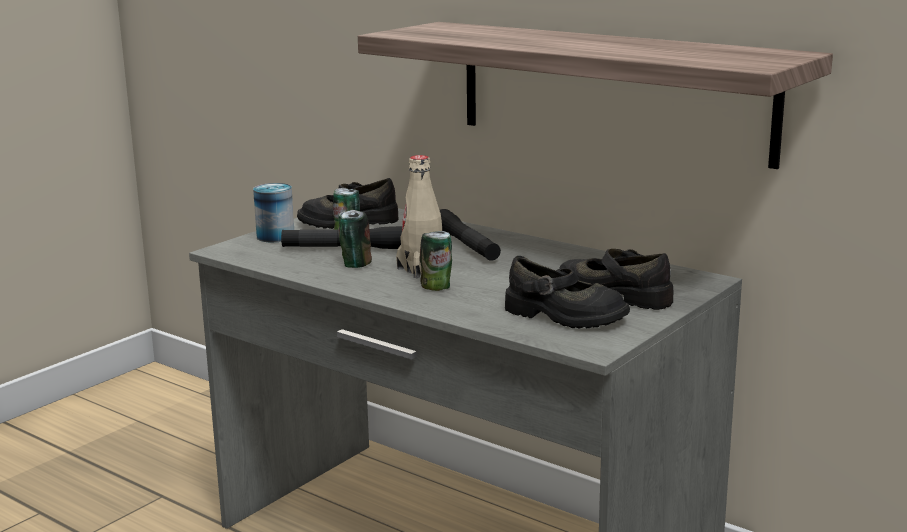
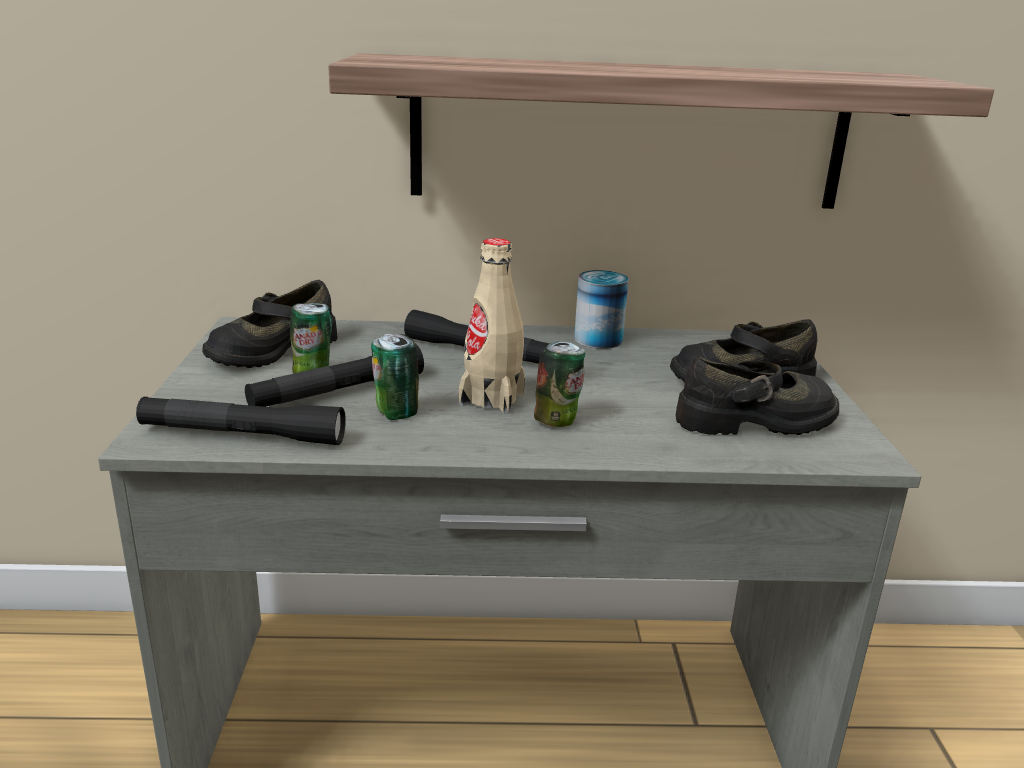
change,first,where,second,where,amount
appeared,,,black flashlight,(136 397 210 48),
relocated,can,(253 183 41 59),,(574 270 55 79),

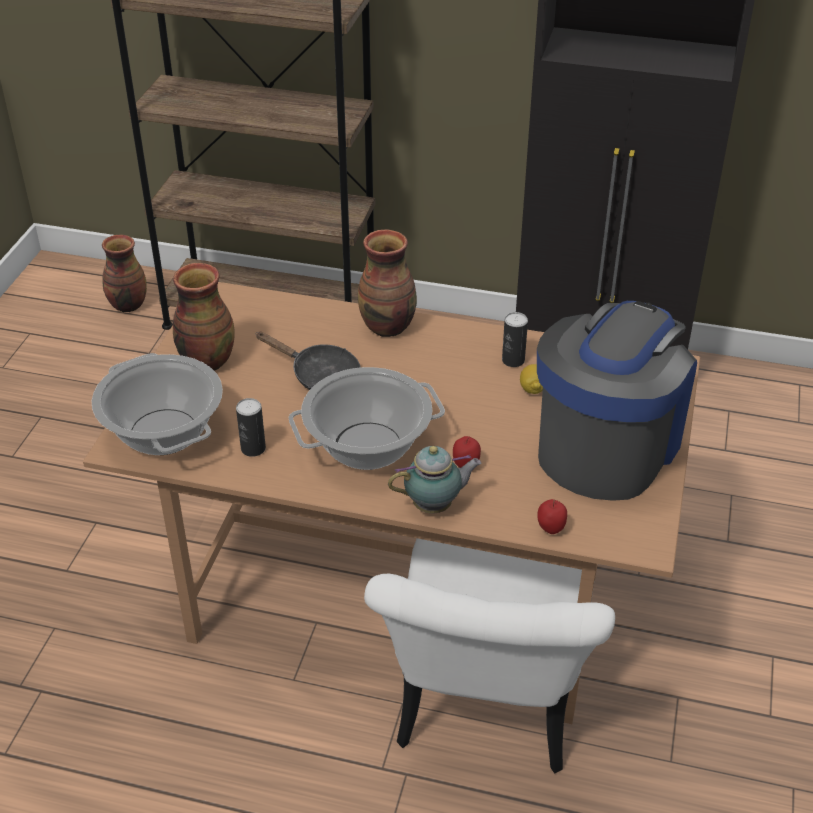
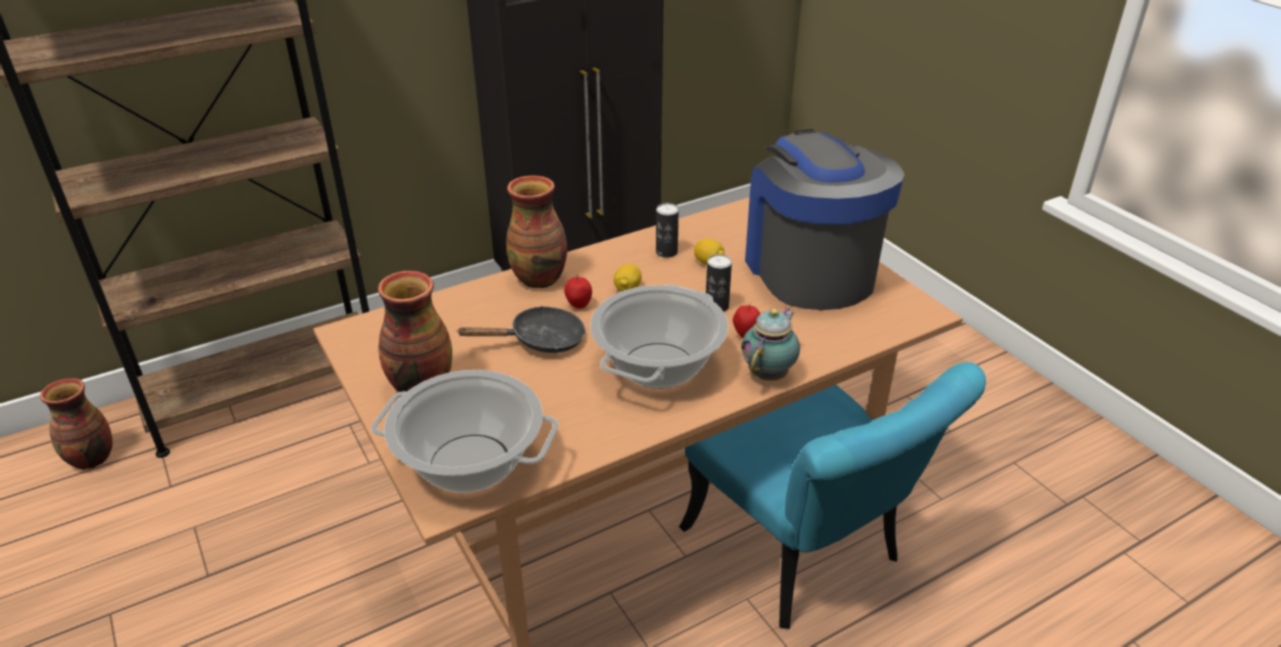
change,first,where,second,where,amount
appeared,,,lemon,(613 264 29 27),
relocated,can,(236 398 30 59),,(706 254 26 58),
relocated,apple,(537 499 30 35),,(564 275 28 34),
colour,white chair,(364 538 251 235),turquoise chair,(679 362 307 267),

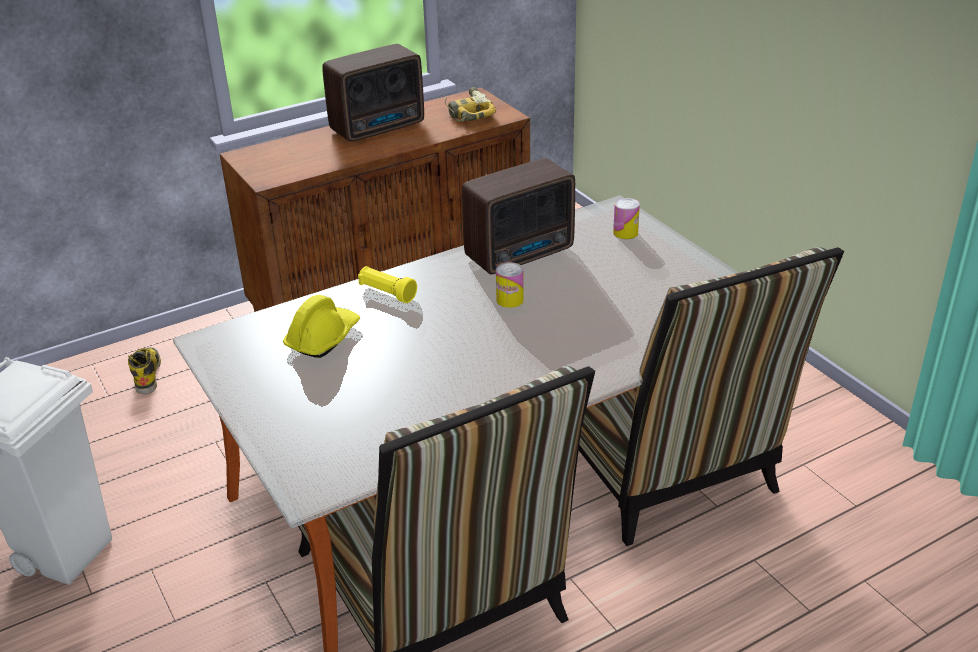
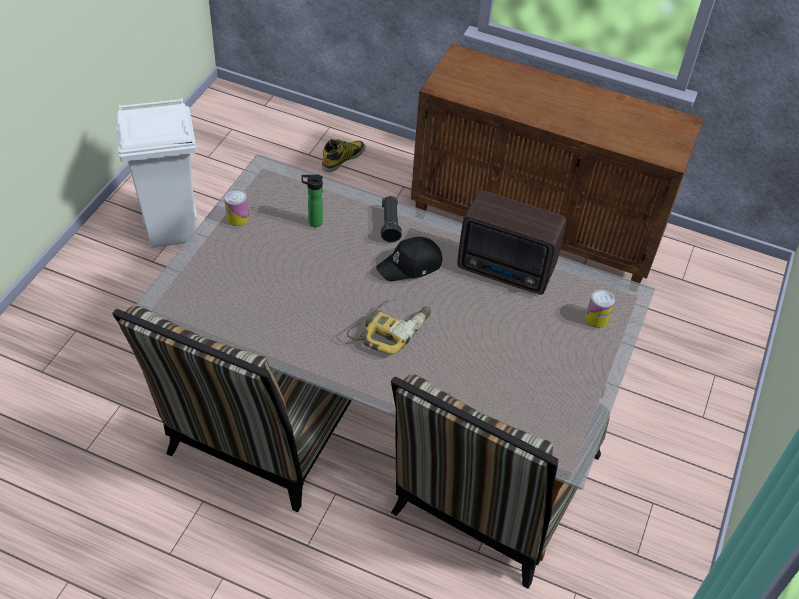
change,first,where,second,where,amount
missing,radio,(322 44 102 98),,,
appeared,,,black cap,(376 237 66 44),
relocated,power drill,(445 87 51 35),,(347 299 84 55),
relocated,can,(496 262 28 46),,(224 189 25 37),
exchanged,yellow hard hat,(283 295 77 63),bottle,(302 174 21 53),
colour,yellow flashlight,(358 266 59 37),black flashlight,(381 196 21 46),

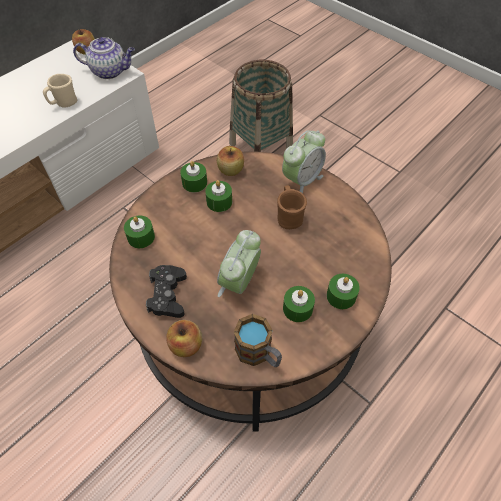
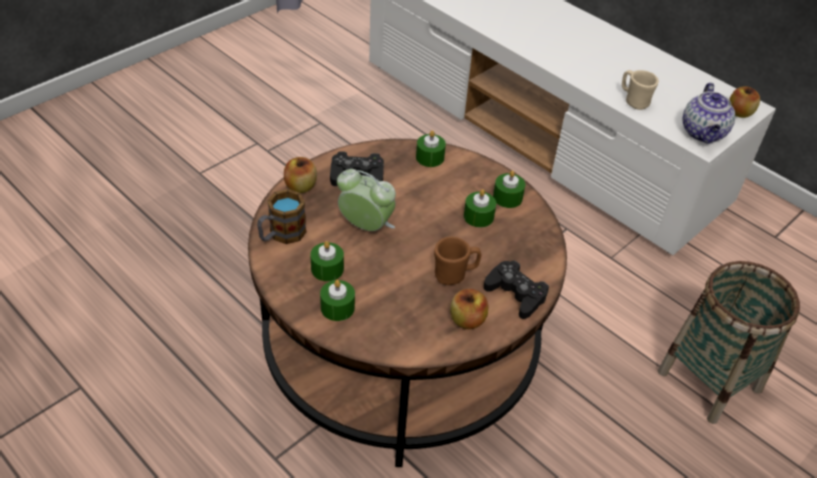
change,first,where,second,where,amount
relocated,apple,(217 146 27 30),,(450 289 38 40),
exchanged,alarm clock,(282 130 44 64),black game controller,(484 261 65 58),

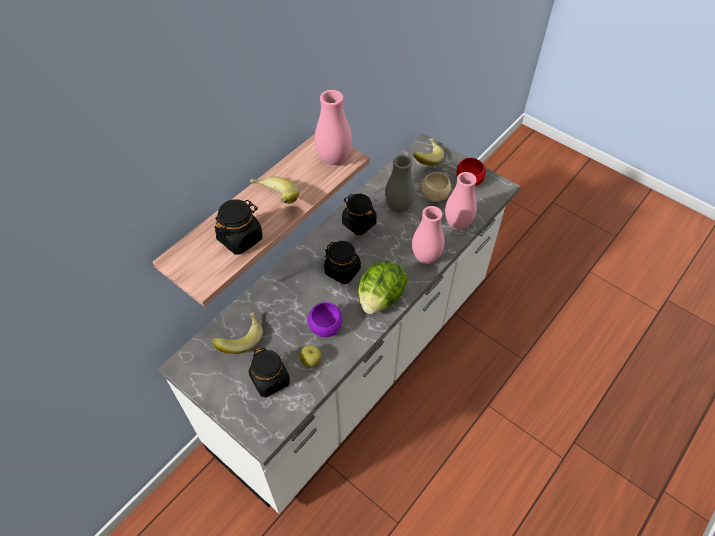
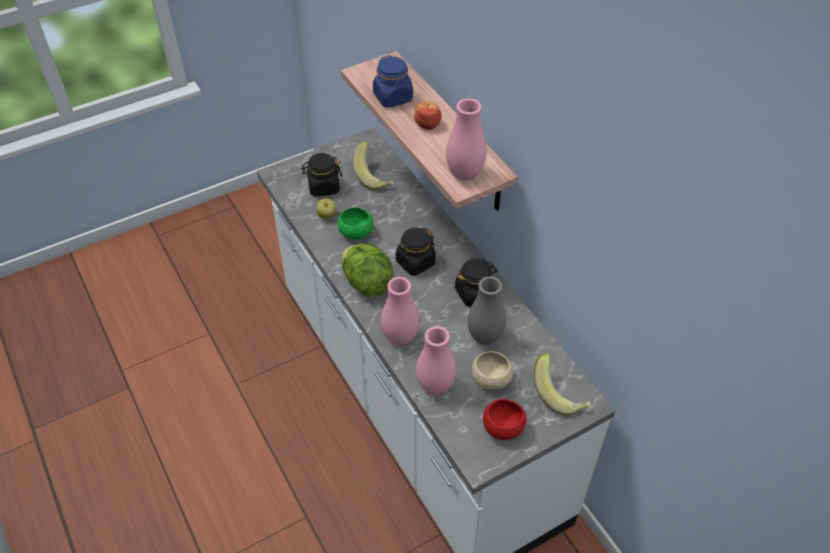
change,first,where,second,where,amount
exchanged,banana,(250 176 49 28),apple,(414 101 28 29),
colour,black jar,(215 200 48 55),blue jar,(373 55 40 53),
colour,purple bowl,(308 302 34 35),green bowl,(338 207 35 33),

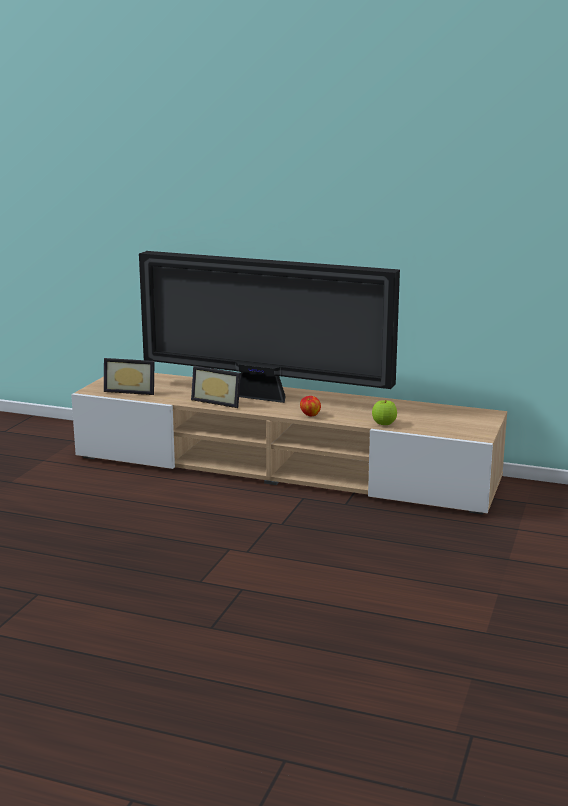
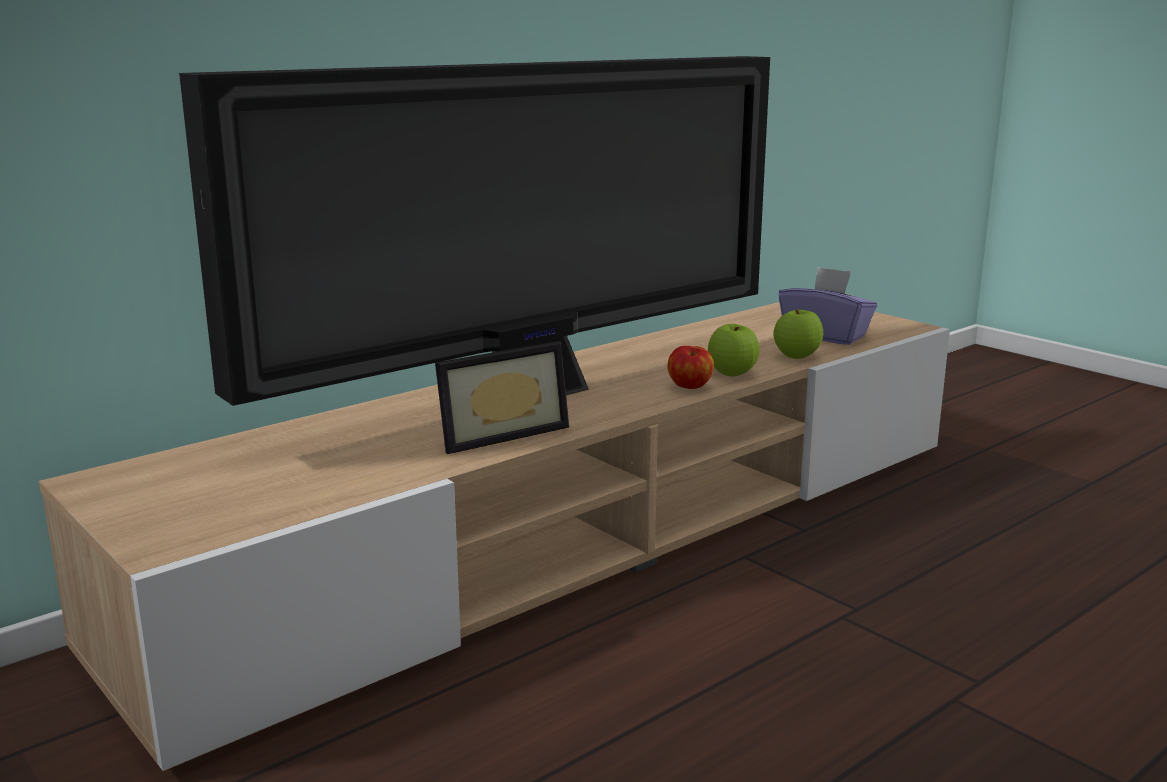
change,first,where,second,where,amount
missing,picture frame,(104 358 51 37),,,
appeared,,,apple,(708 324 52 52),
appeared,,,purple tissue box,(778 267 99 78),

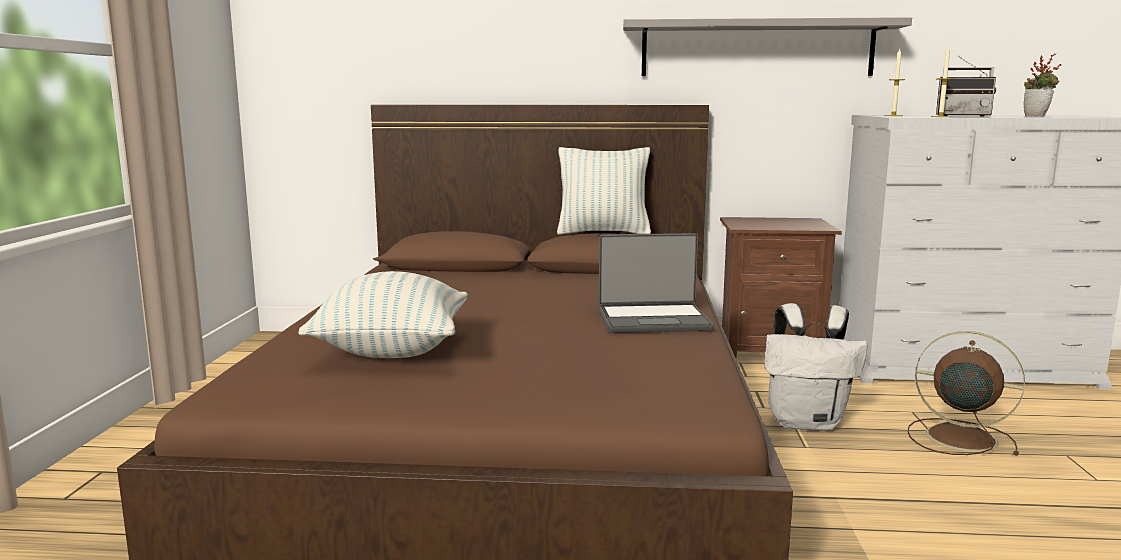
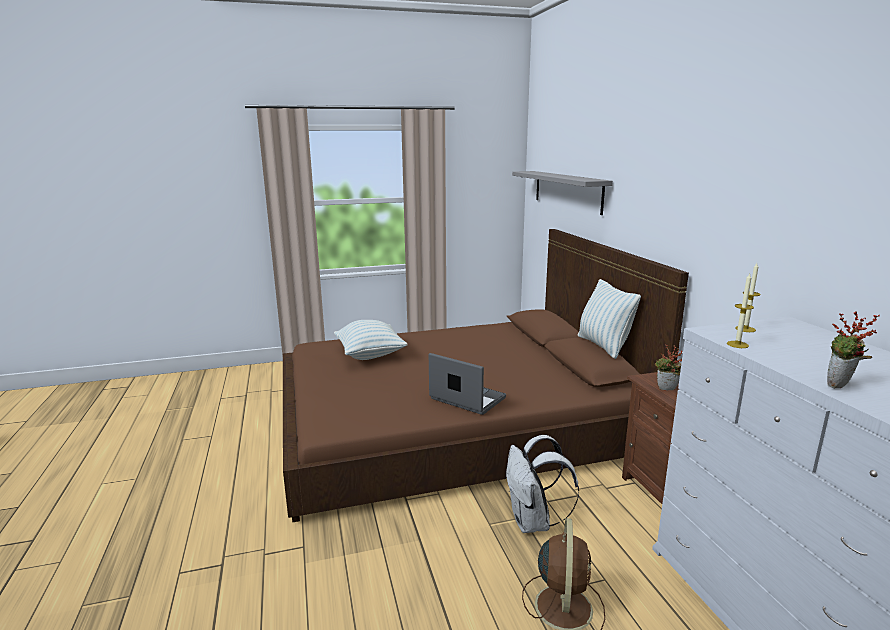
change,first,where,second,where,amount
missing,radio,(936 55 60 62),,,
appeared,,,potted plant,(655 344 27 46),
relocated,grey shelf,(623 17 289 59),,(512 171 101 44),
spun,laptop,(599 233 115 100),,(429 353 77 62),150 degrees clockwise

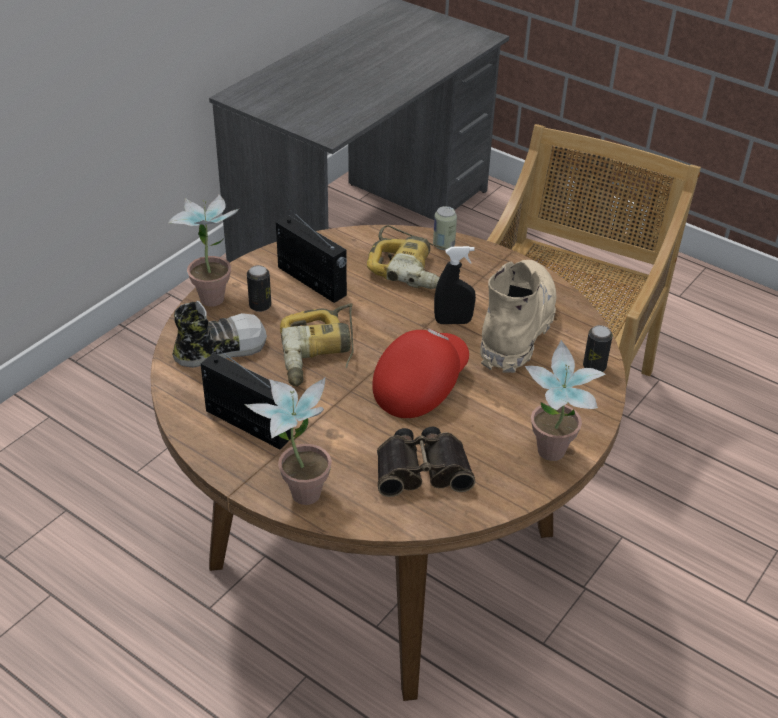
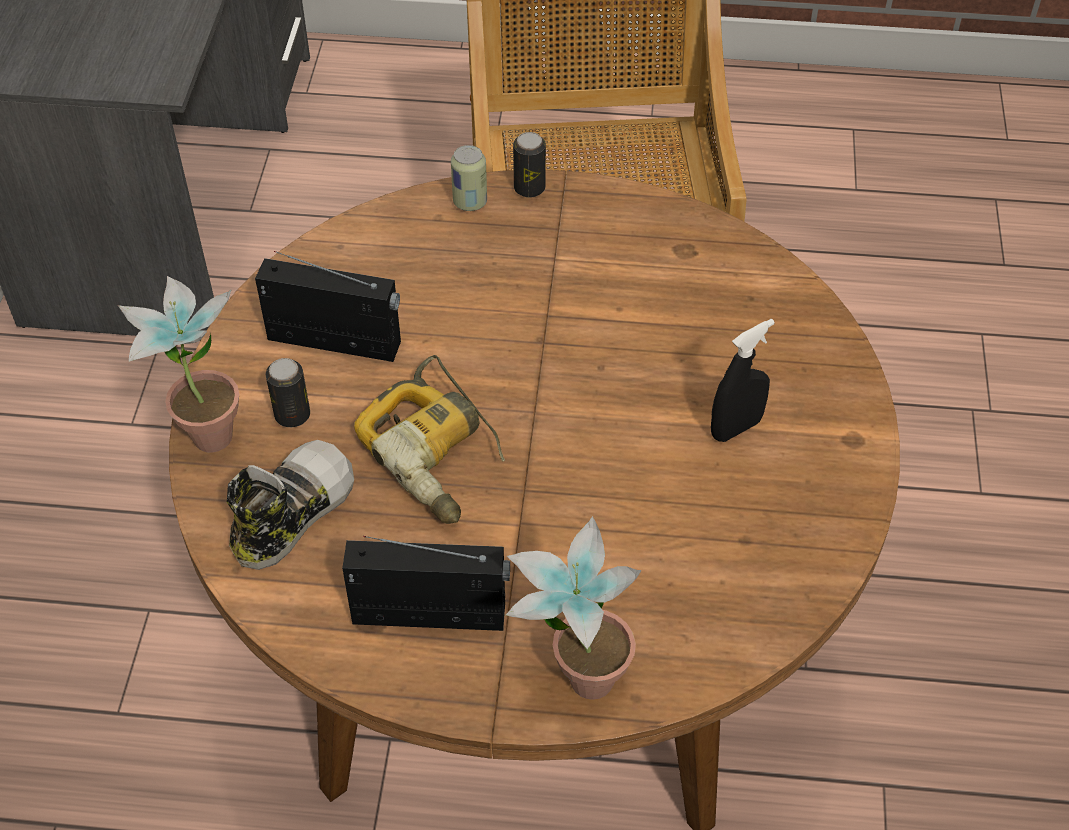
change,first,where,second,where,amount
missing,power drill,(367 225 80 64),,,
missing,red cap,(372 328 97 90),,,
missing,binoculars,(377 427 98 70),,,
missing,beige boot,(480 260 76 113),,,
missing,potted plant,(525 340 81 121),,,
relocated,black spray bottle,(434 246 42 78),,(711 319 64 123),
relocated,can,(583 325 30 47),,(513 132 33 66),

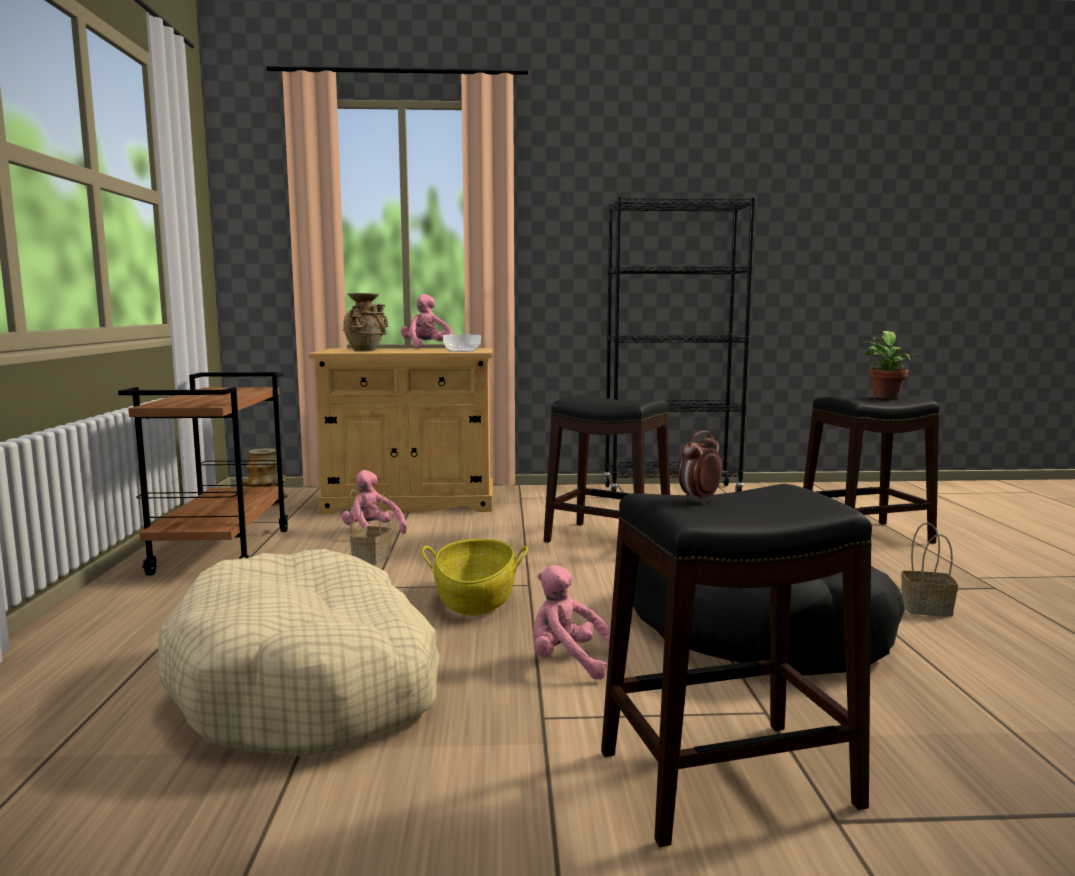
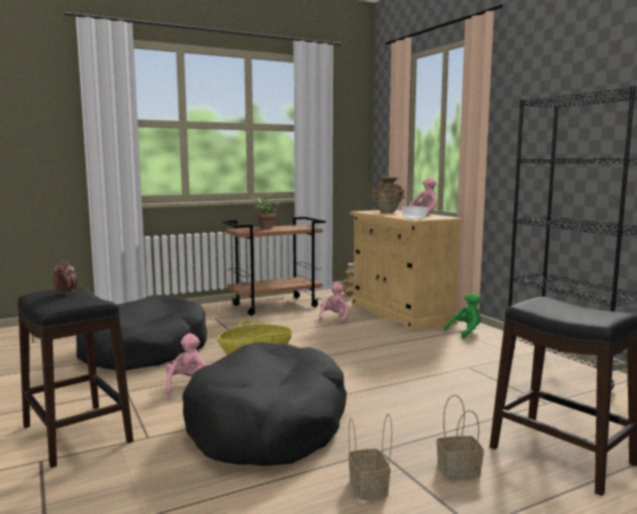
change,first,where,second,where,amount
missing,black stool,(544 395 126 148),,,
appeared,,,green plush toy,(444 293 37 45),
relocated,basket,(349 489 43 76),,(437 395 47 84),
relocated,potted plant,(862 331 62 68),,(249 194 31 35),
colour,beige dog bed,(157 549 283 208),black dog bed,(76 295 131 75),

